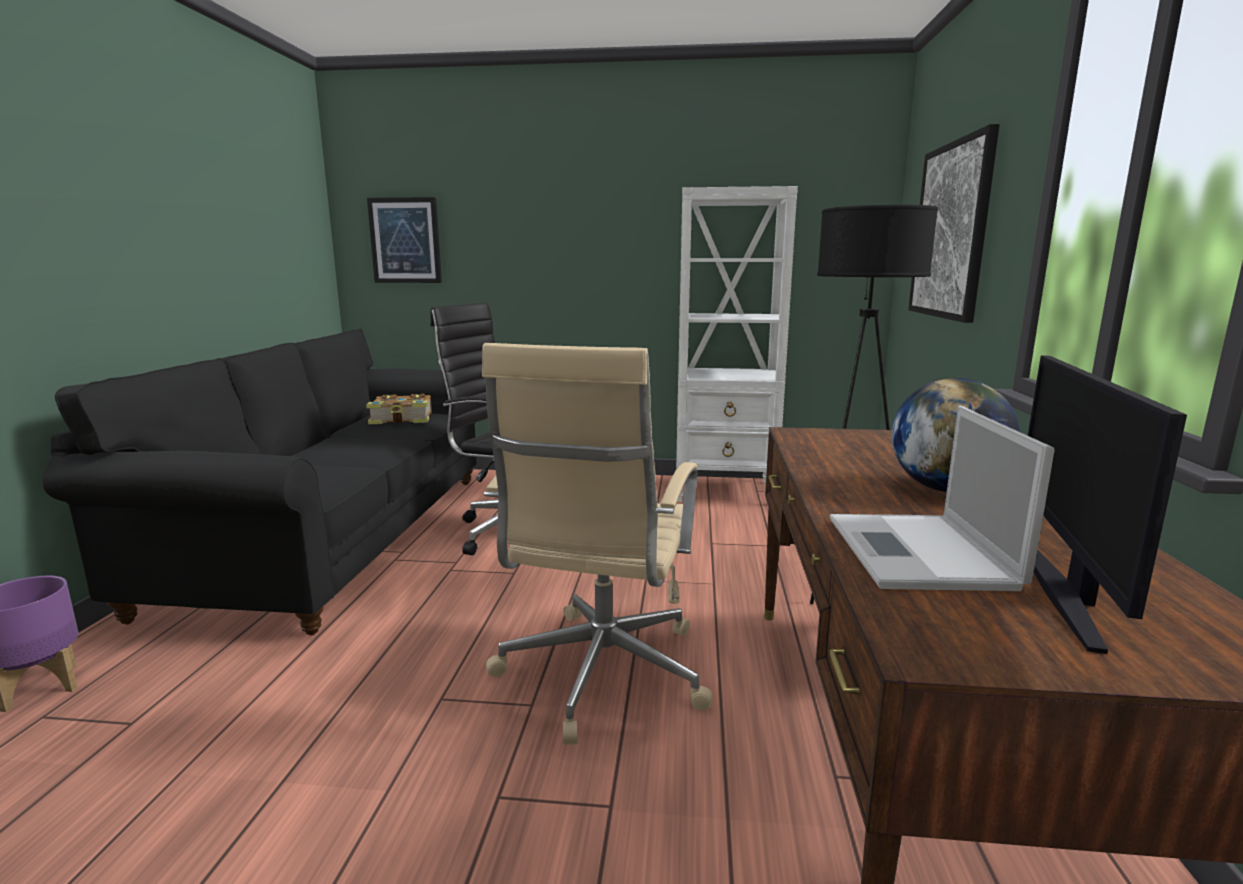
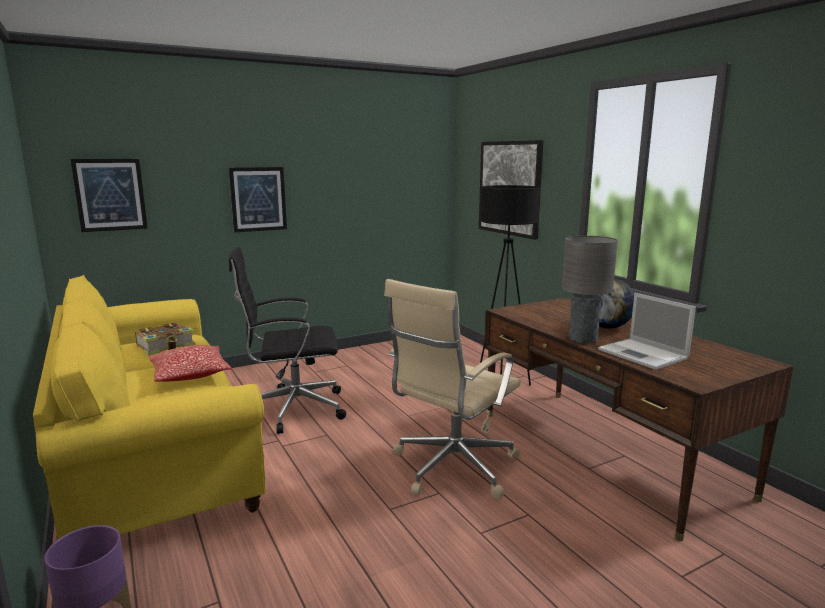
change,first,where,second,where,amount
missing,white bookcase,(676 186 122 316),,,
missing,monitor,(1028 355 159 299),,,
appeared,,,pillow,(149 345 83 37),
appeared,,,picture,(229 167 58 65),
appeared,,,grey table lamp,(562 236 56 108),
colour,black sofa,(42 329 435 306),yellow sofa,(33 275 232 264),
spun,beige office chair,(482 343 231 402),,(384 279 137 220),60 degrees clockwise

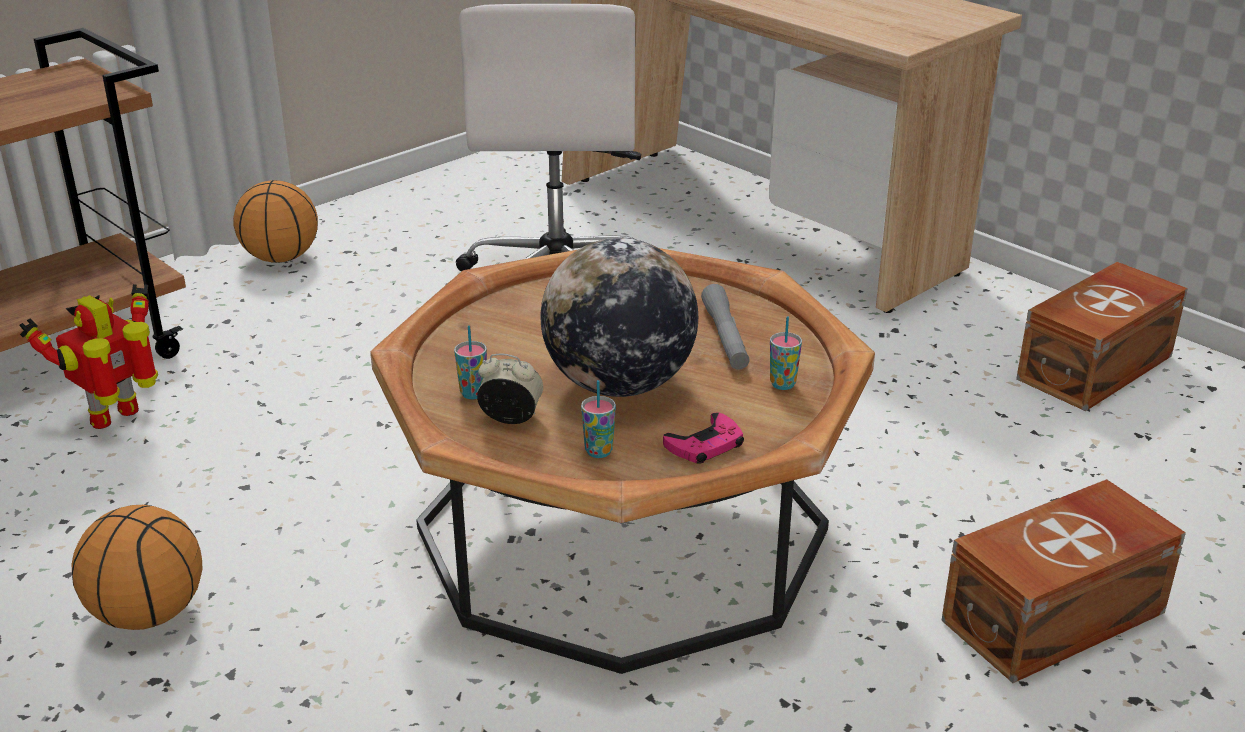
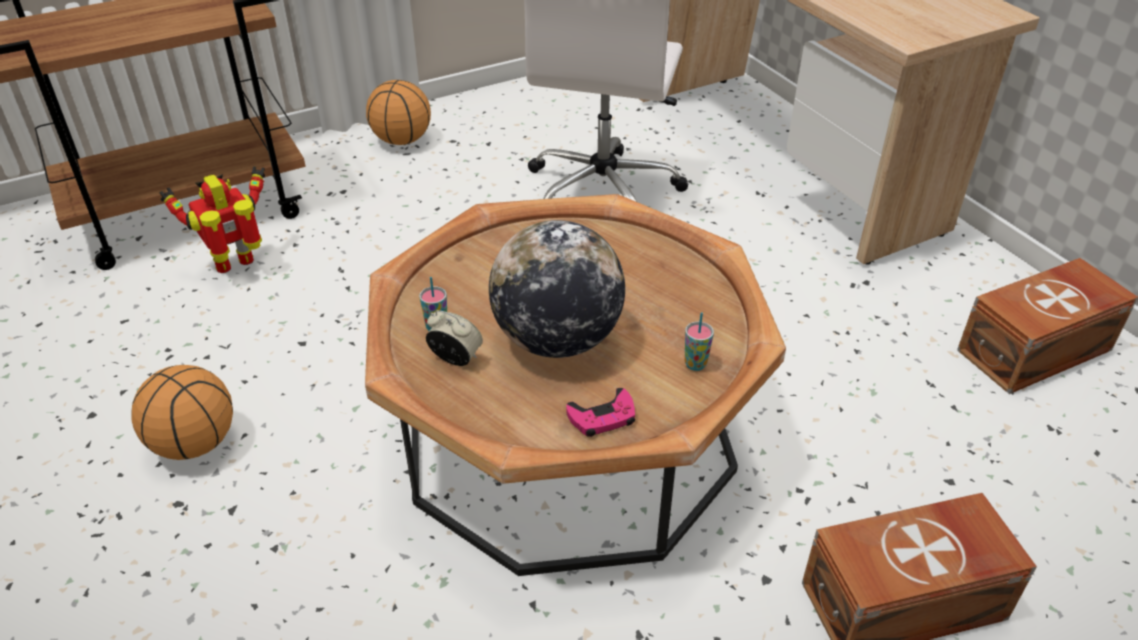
change,first,where,second,where,amount
missing,cup,(581 380 35 78),,,
missing,grey flashlight,(701 284 49 86),,,

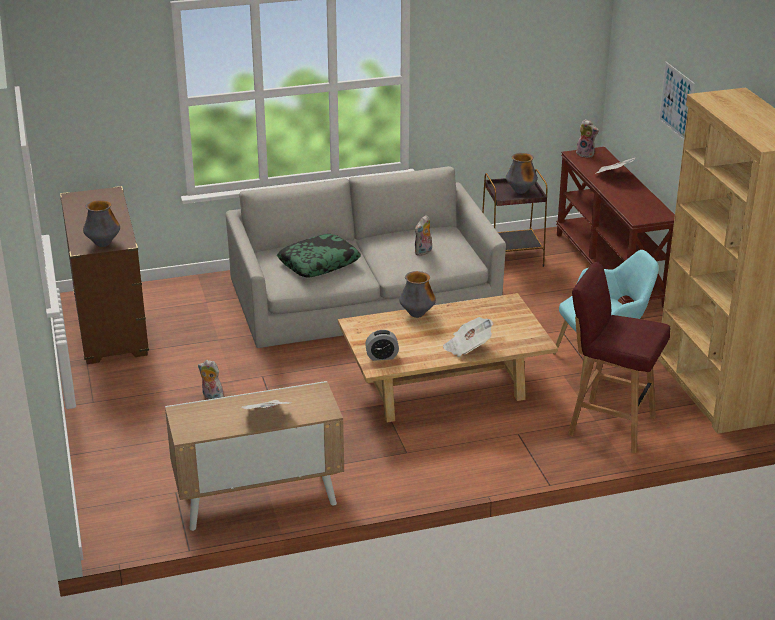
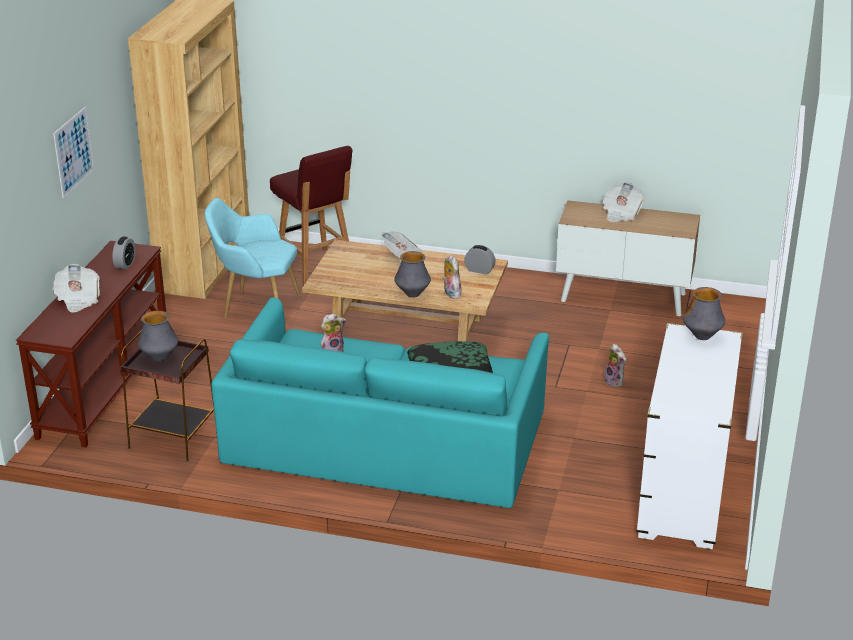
change,first,where,second,where,amount
appeared,,,alarm clock,(112 237 24 33),
relocated,plush toy,(576 119 23 39),,(443 255 19 44),
colour,brown dresser,(60 186 89 178),white dresser,(636 323 107 226),
colour,grey sofa,(226 166 280 182),turquoise sofa,(211 298 338 210),

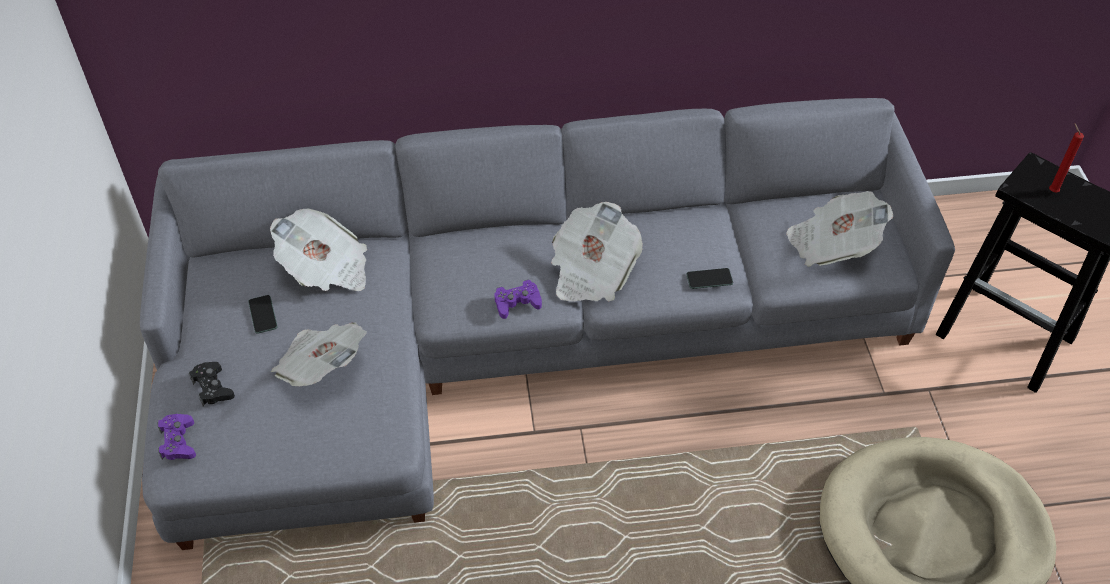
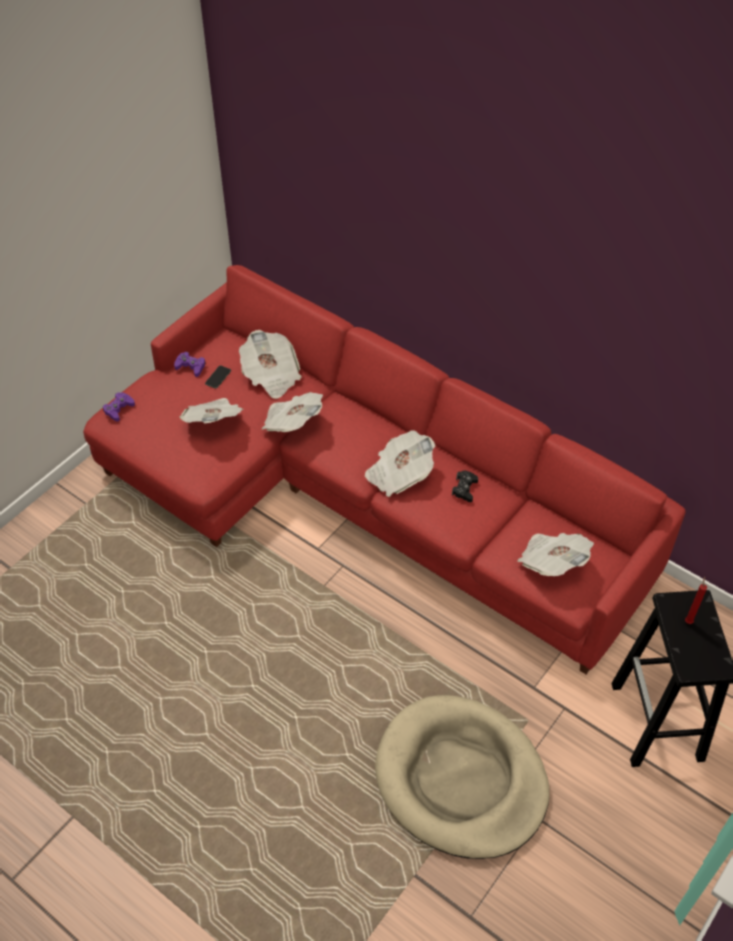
change,first,where,second,where,amount
missing,phone,(686 268 47 21),,,
appeared,,,newspaper,(262 392 61 40),
relocated,black game controller,(189 362 46 44),,(452 471 26 31),
relocated,purple game controller,(495 280 47 39),,(174 352 32 25),
colour,grey sofa,(140 98 815 452),red sofa,(83 265 603 409),

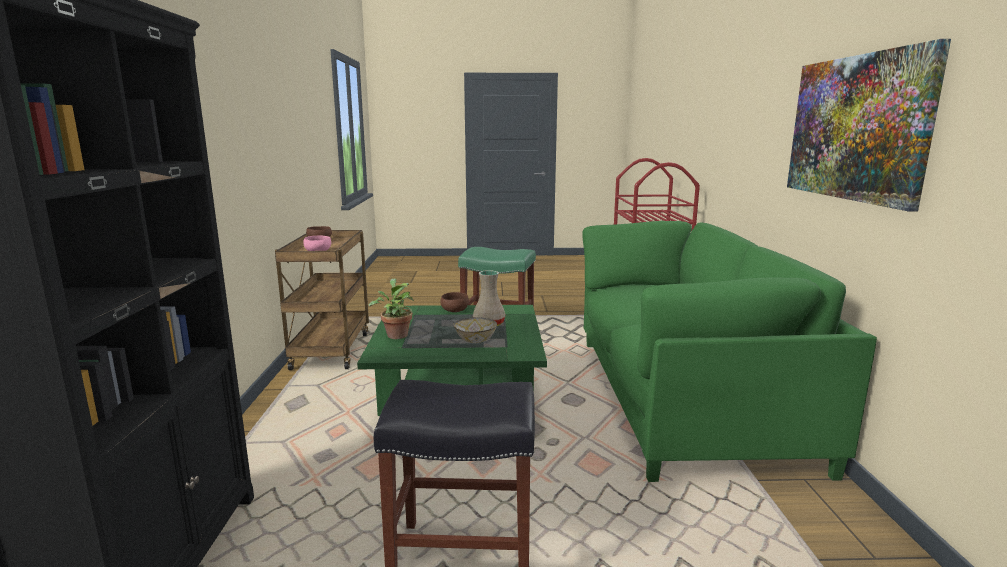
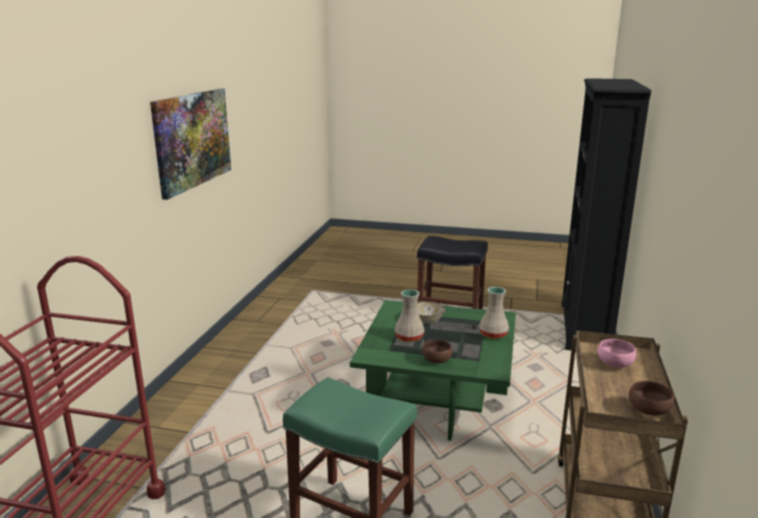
change,first,where,second,where,amount
missing,green sofa,(582 221 295 261),,,
exchanged,potted plant,(369 278 45 61),beige vase,(479 287 30 52),

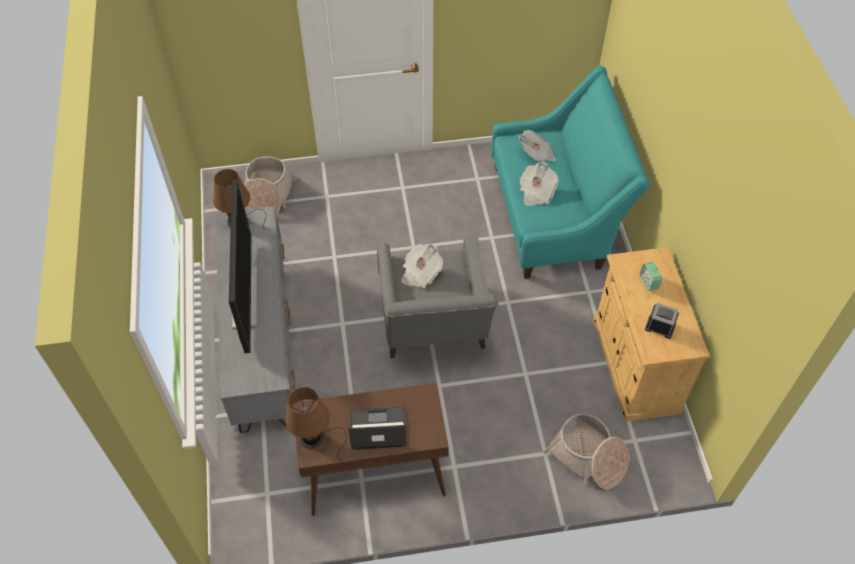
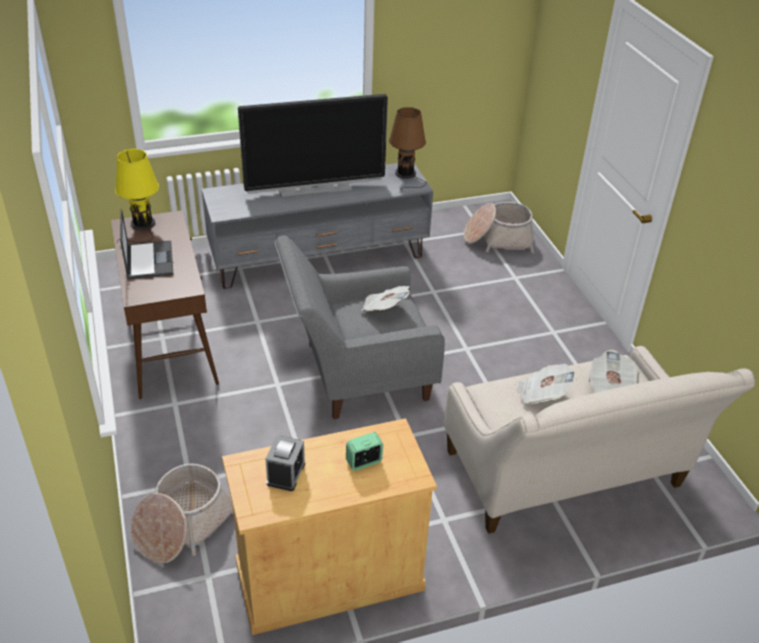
change,first,where,second,where,amount
colour,brown table lamp,(285 387 62 73),yellow table lamp,(115 149 44 94),
colour,turquoise sofa,(491 66 159 213),beige sofa,(444 346 311 188),

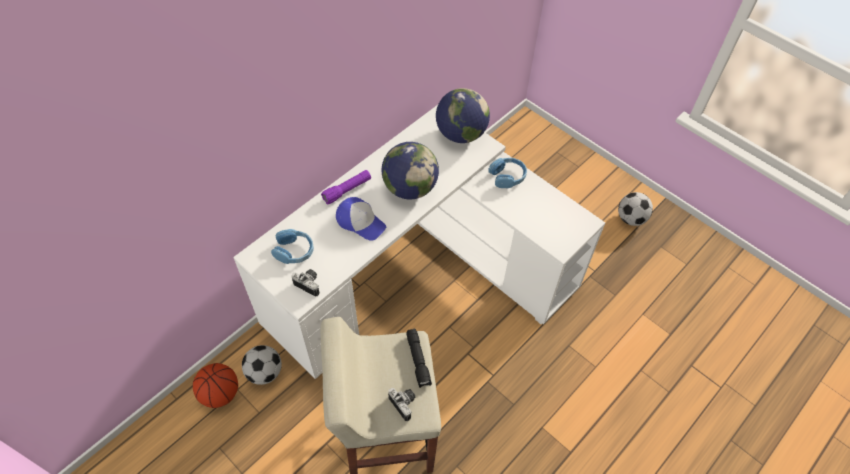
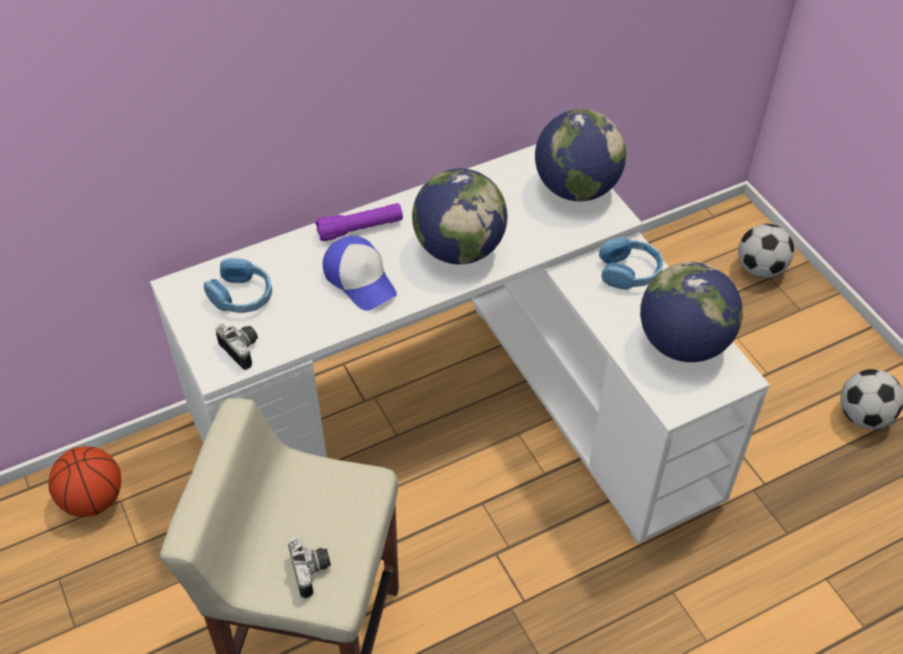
change,first,where,second,where,amount
missing,black flashlight,(407 329 25 59),,,
appeared,,,globe,(640 262 103 100),
relocated,football,(242 345 40 40),,(738 224 56 54),

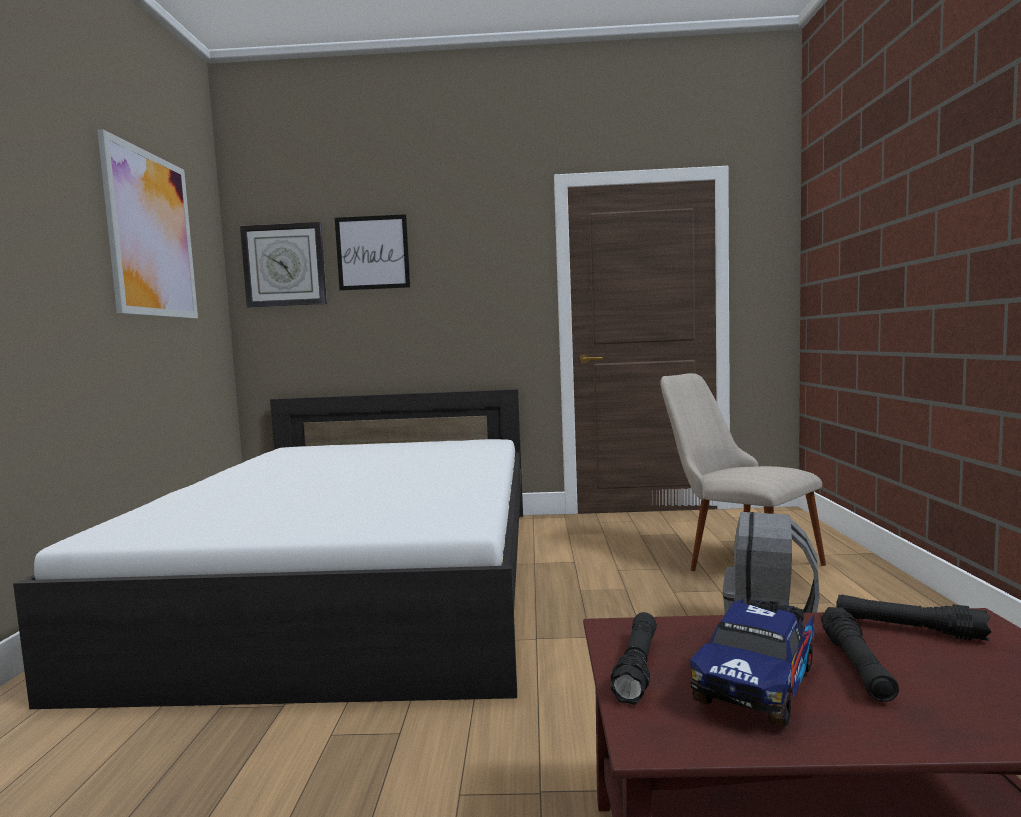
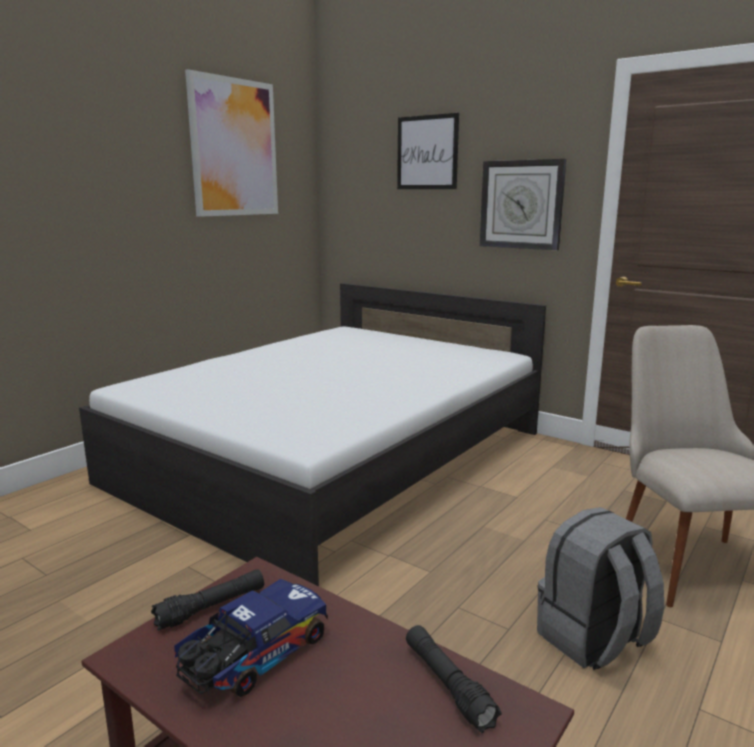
change,first,where,second,where,amount
missing,black flashlight,(821 607 78 95),,,
relocated,wall clock,(240 222 87 85),,(480 159 86 91),
spun,toy truck,(690 599 124 128),,(174 579 154 118),150 degrees clockwise

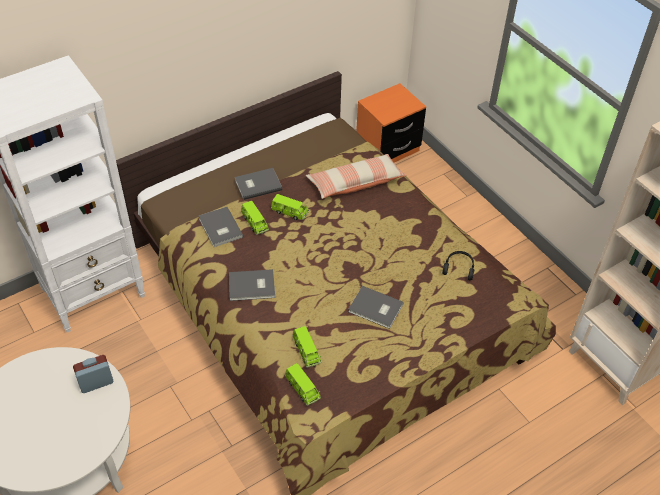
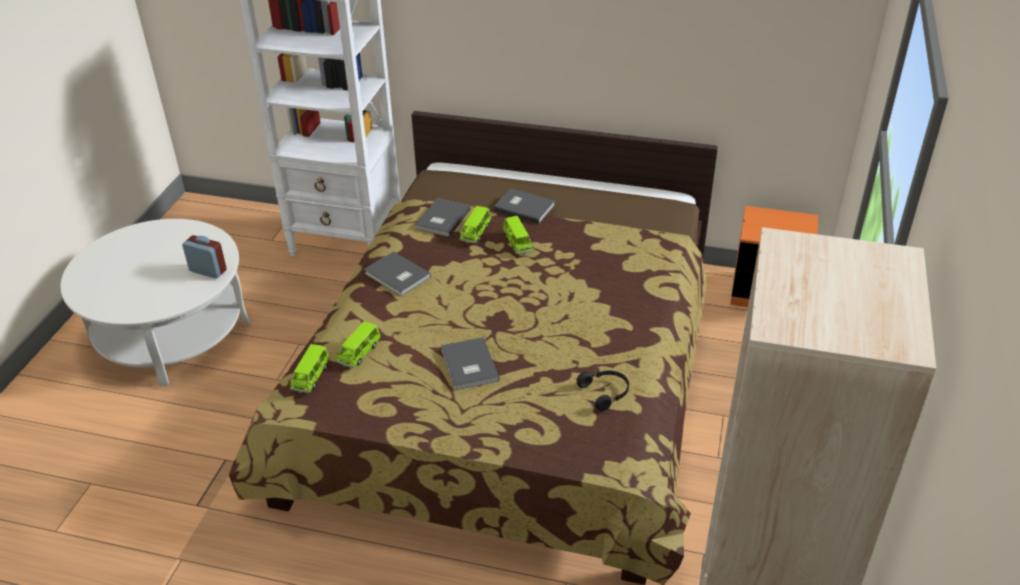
change,first,where,second,where,amount
missing,pillow,(306 154 100 45),,,

